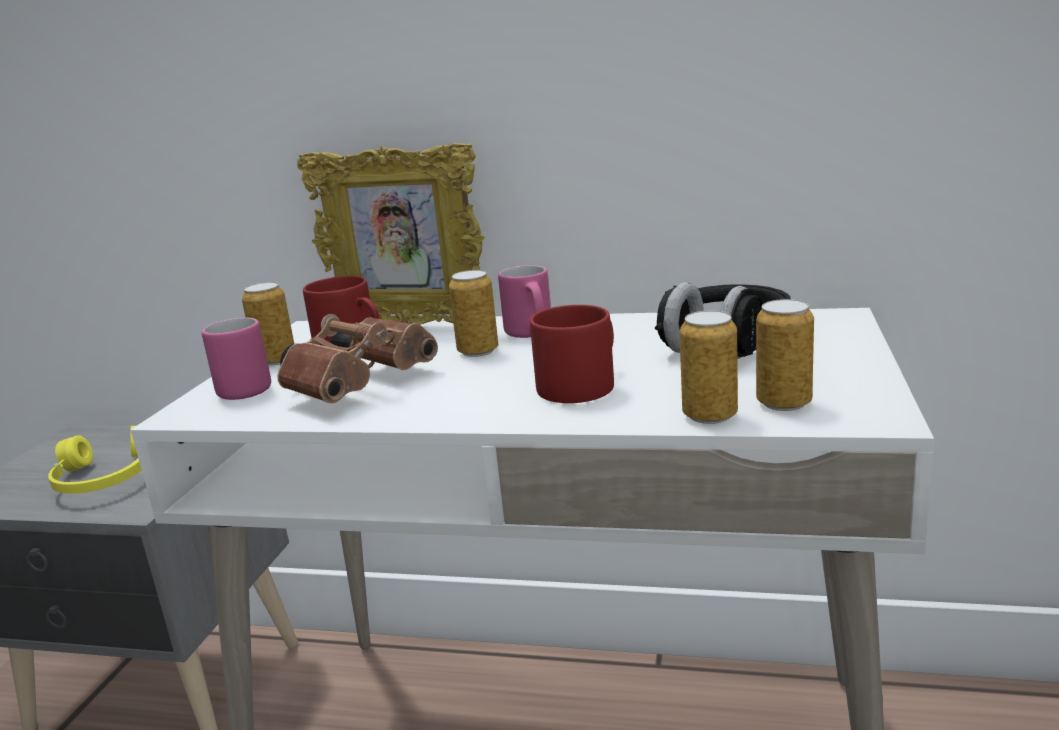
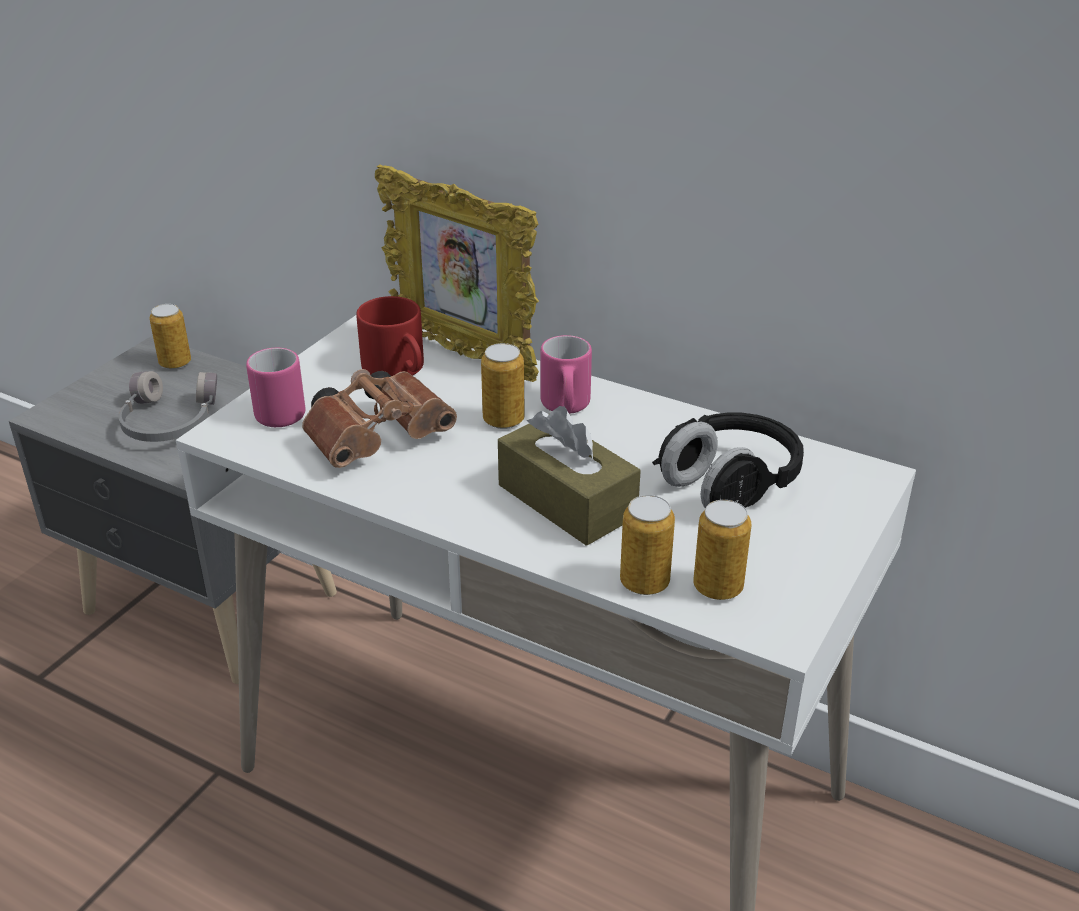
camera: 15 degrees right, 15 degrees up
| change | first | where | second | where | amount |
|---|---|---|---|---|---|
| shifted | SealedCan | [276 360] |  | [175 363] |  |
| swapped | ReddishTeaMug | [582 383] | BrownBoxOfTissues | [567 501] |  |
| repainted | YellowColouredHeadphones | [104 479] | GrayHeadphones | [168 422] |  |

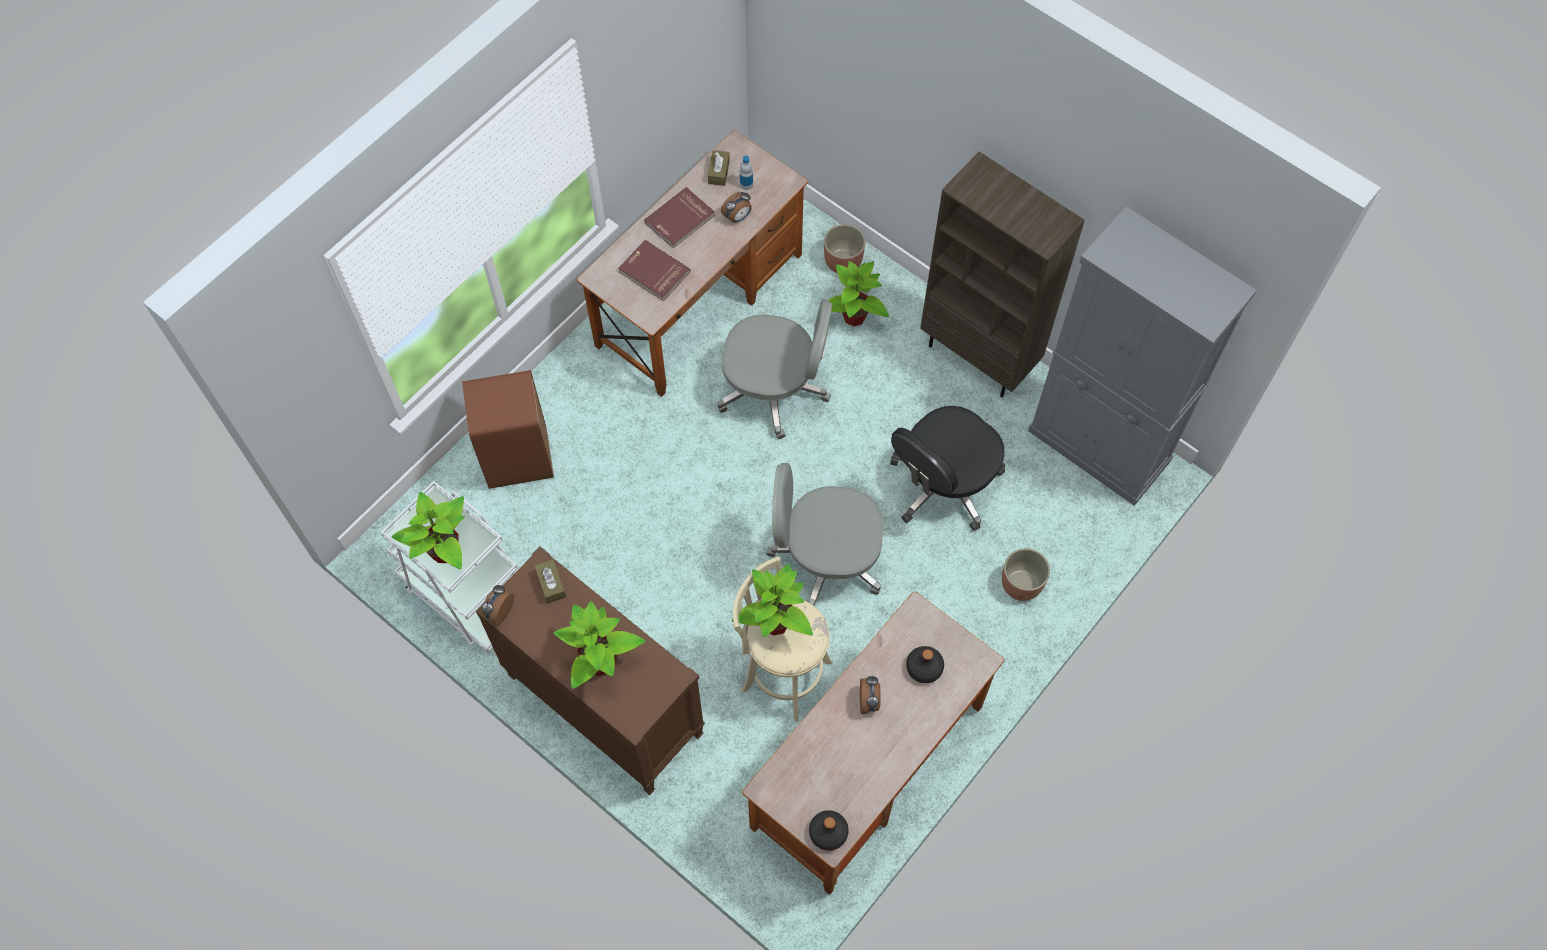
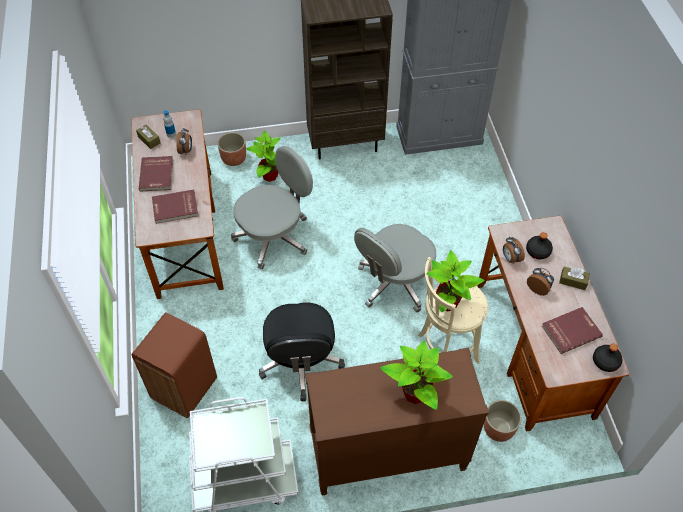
camera: 50 degrees left, 10 degrees down
| change | first | where | second | where | amount |
|---|---|---|---|---|---|
| gone | PlantInAPot | [444 552] |  |  |  |
| new |  |  | ReddishBoundBook | [570 331] |  |
| shifted | AlarmClock | [499 611] |  | [510 258] |  |
| shifted | BrownBoxOfTissues | [551 584] |  | [573 281] |  |
| shifted | BlackComputerChair | [943 485] |  | [301 362] |  |
| shifted | FlowerPot | [1021 584] |  | [498 429] |  |

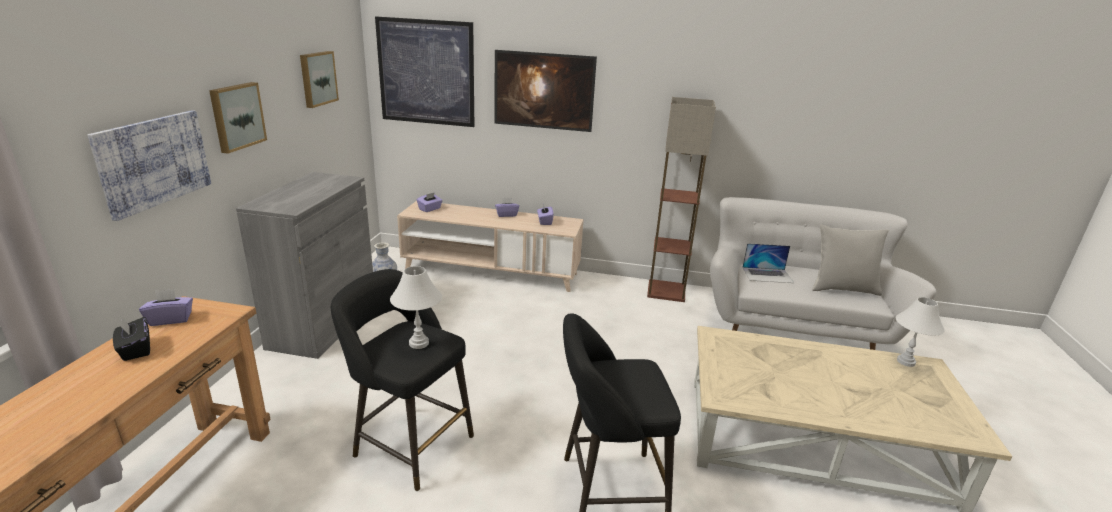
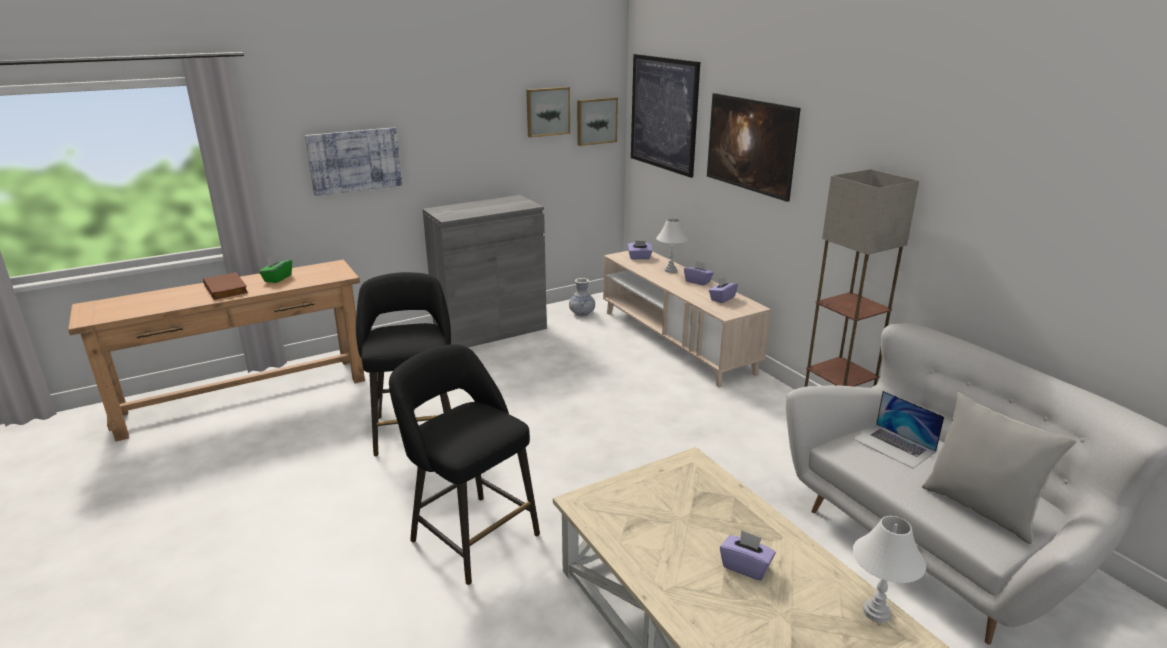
camera: 50 degrees right, 0 degrees up
| change | first | where | second | where | amount |
|---|---|---|---|---|---|
| new |  |  | BrownBoundBook | [227 289] |  |
| shifted | PurplishBoxOfTissues | [171 319] |  | [746 566] |  |
| shifted | WallArt | [236 116] |  | [596 121] |  |
| shifted | WhiteTableLamp | [419 343] |  | [670 270] |  |
| repainted | BlackBoxOfTissues | [135 350] | GreenishBoxOfTissues | [277 278] |  |

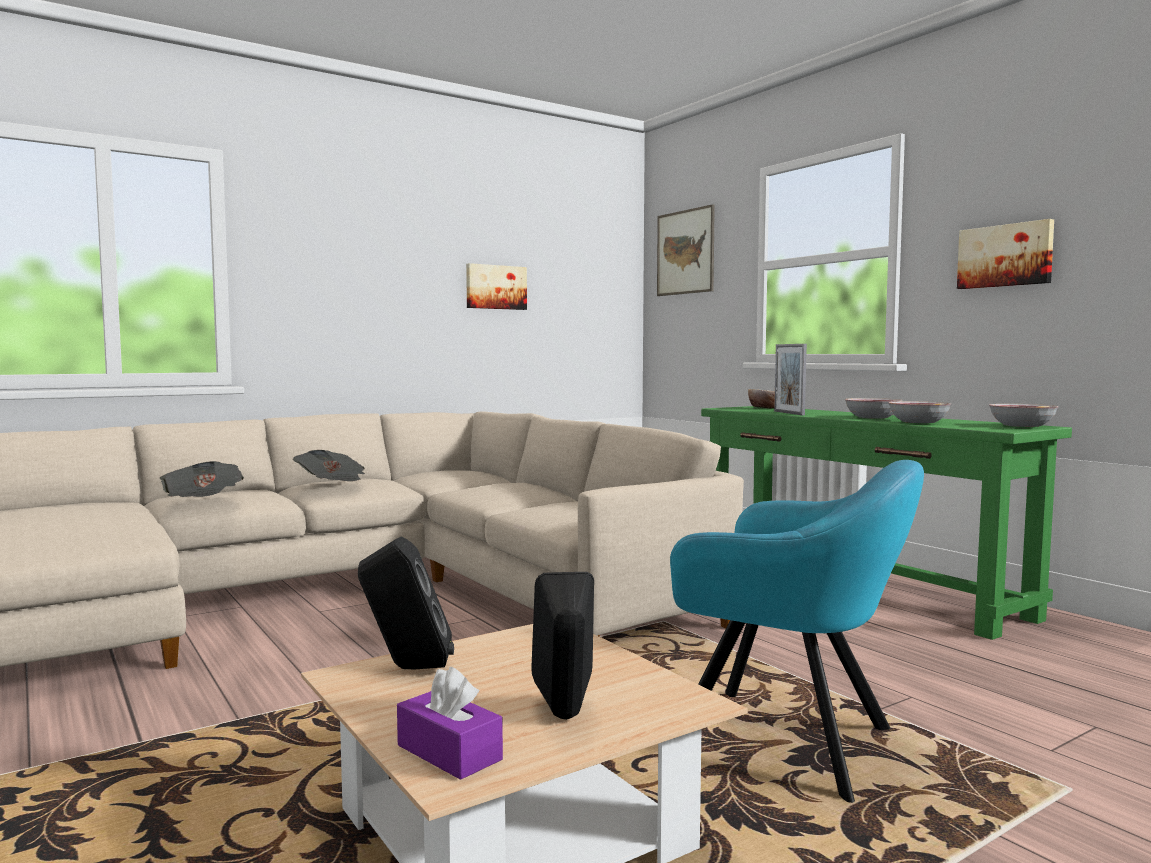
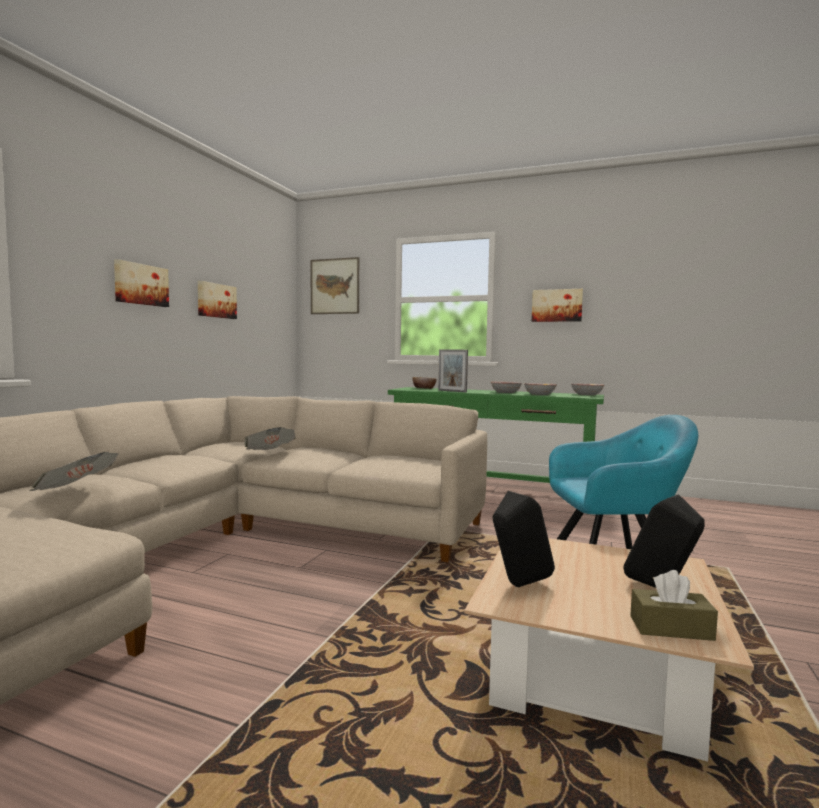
camera: 35 degrees left, 0 degrees up
| change | first | where | second | where | amount |
|---|---|---|---|---|---|
| new |  |  | WallArt | [140 284] |  |
| shifted | PrintedPaper | [333 486] |  | [270 454] |  |
| repainted | PurplishBoxOfTissues | [449 752] | BrownBoxOfTissues | [671 628] |  |

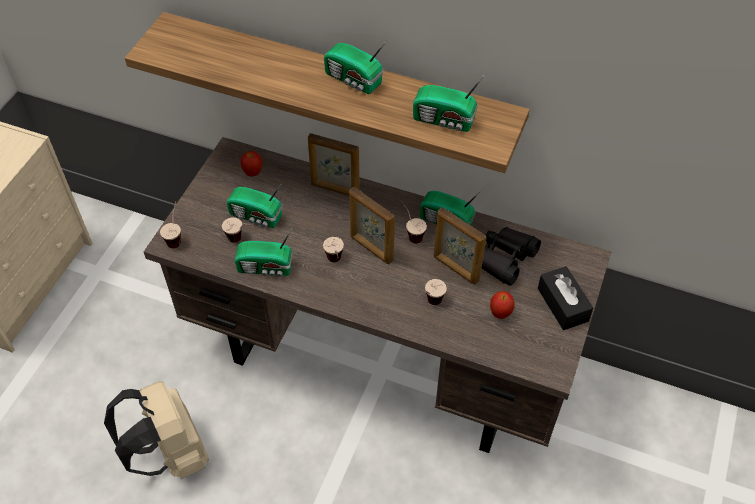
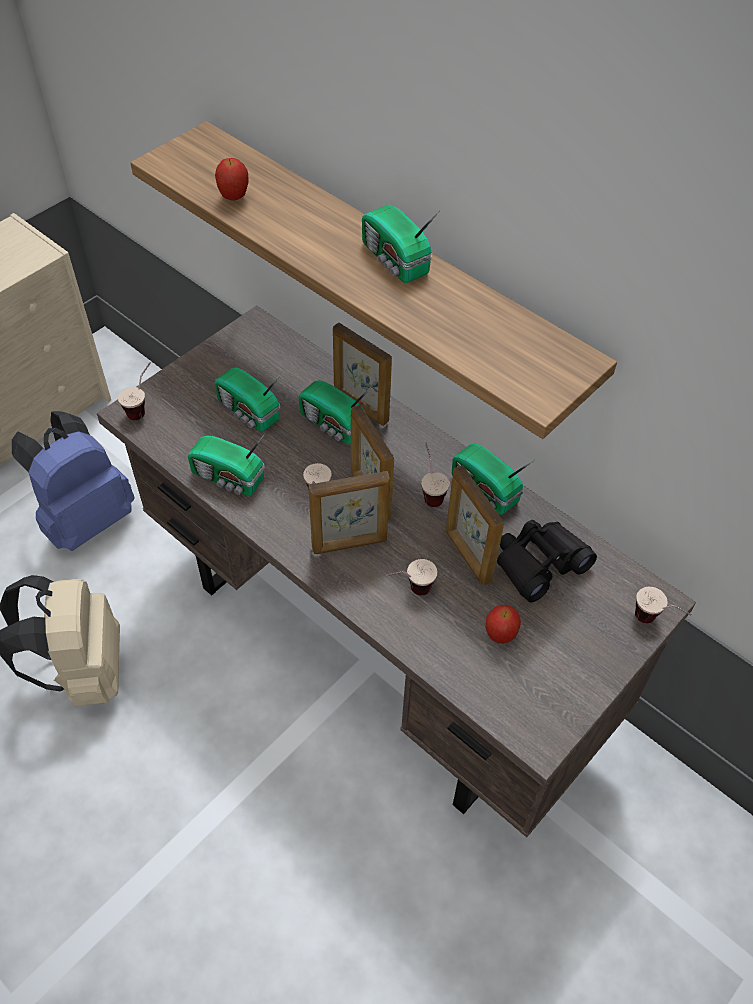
camera: 20 degrees right, 0 degrees up
| change | first | where | second | where | amount |
|---|---|---|---|---|---|
| gone | BlackBoxOfTissues | [562 304] |  |  |  |
| new |  |  | BlueColouredBackpack | [86 519] |  |
| new |  |  | PhotoFrame | [350 544] |  |
| shifted | Cup | [241 240] |  | [655 623] |  |
| shifted | WholeApple | [253 173] |  | [234 197] |  |
| shifted | RadioSet | [445 120] |  | [333 425] |  |

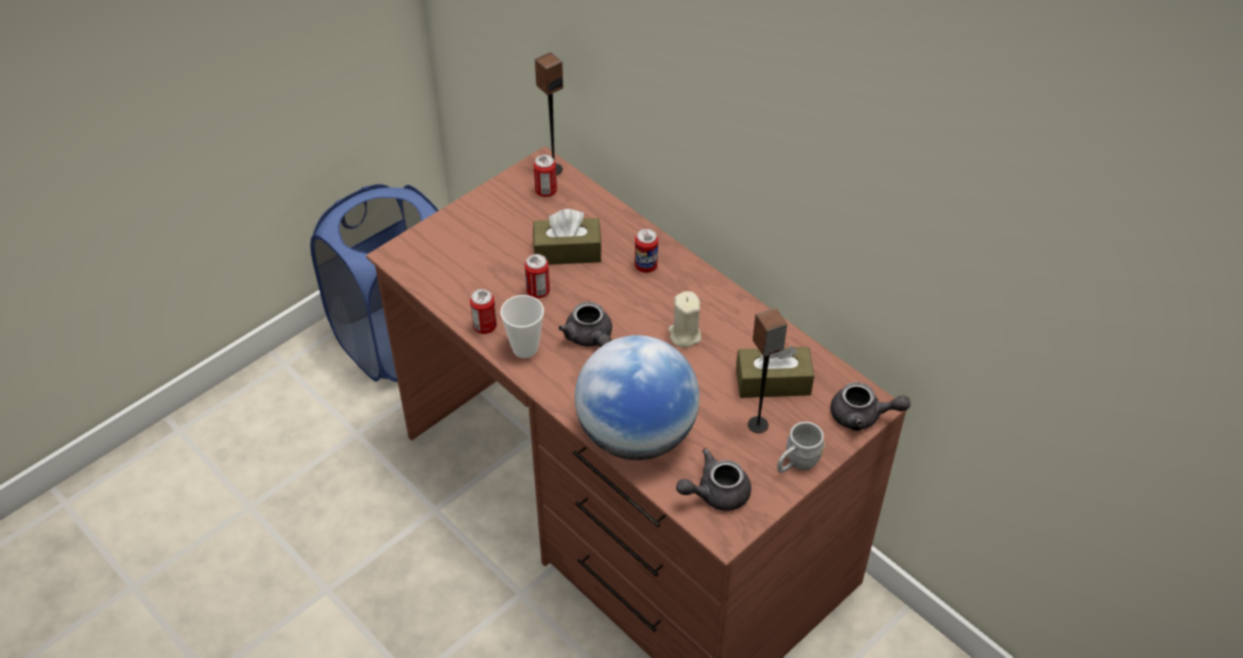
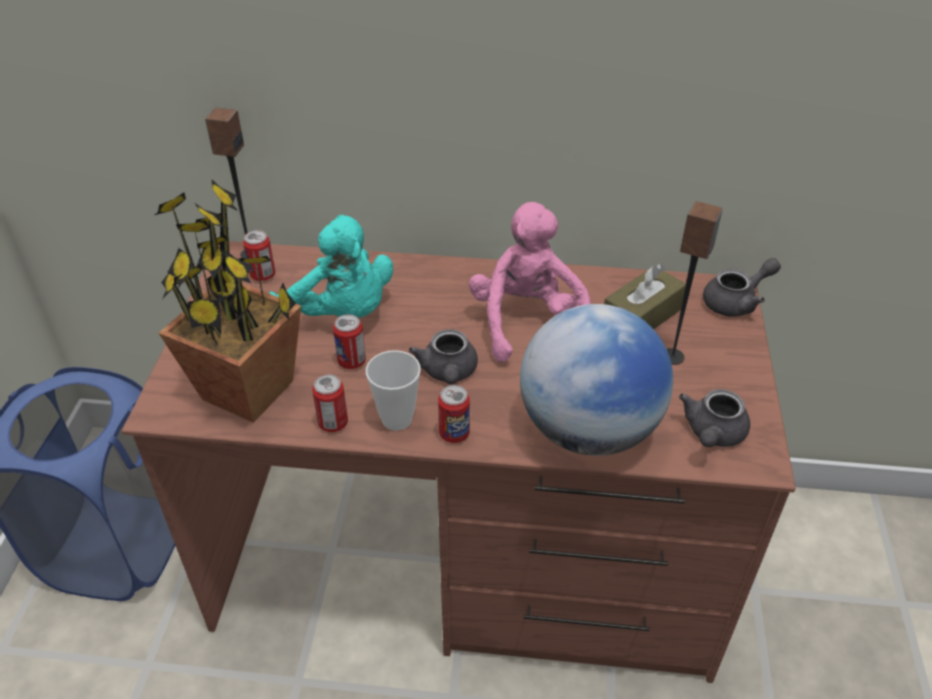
camera: 40 degrees left, 5 degrees down
| change | first | where | second | where | amount |
|---|---|---|---|---|---|
| gone | GrayTeaMug | [796 463] |  |  |  |
| new |  |  | PlantInAPot | [249 390] |  |
| shifted | SealedCan | [646 266] |  | [454 434] |  |
| swapped | BrownBoxOfTissues | [567 251] | TurquoisePlushToy | [341 313] |  |
| swapped | SandColouredWaxLight | [684 335] | PinkColouredPlushToy | [527 322] |  |
| rotated | GrayPotForTea | [590 338] |  | [448 373] | 60 degrees clockwise |

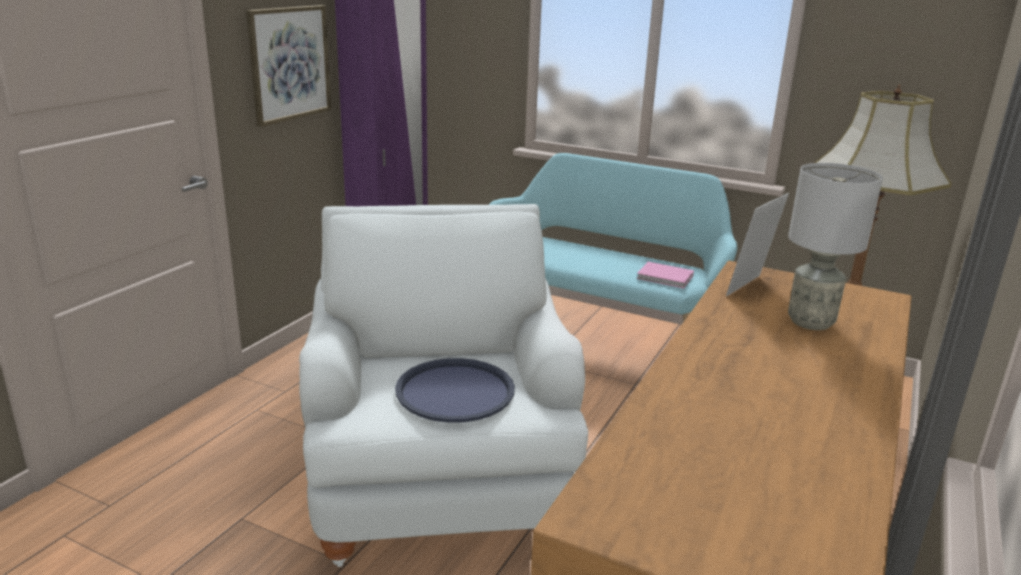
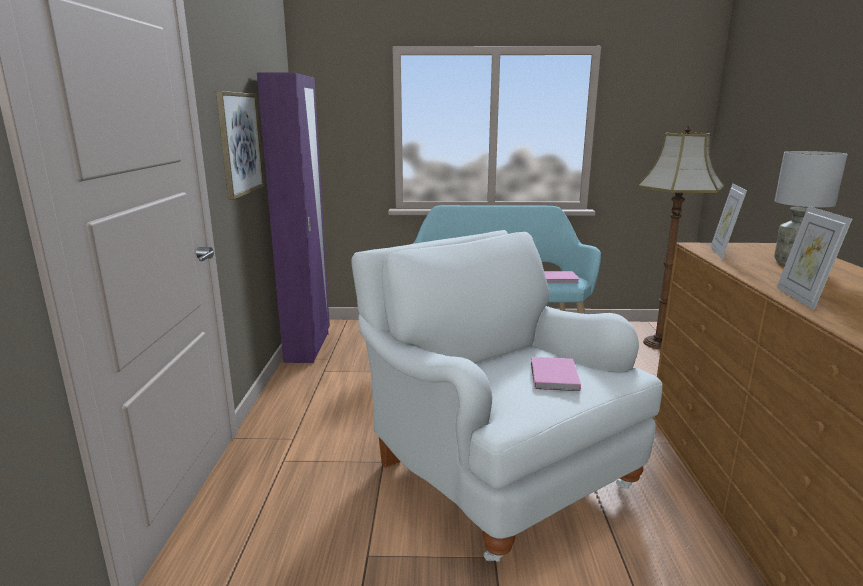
camera: 25 degrees left, 5 degrees down
| change | first | where | second | where | amount |
|---|---|---|---|---|---|
| new |  |  | PhotoFrame | [801 298] |  |
| swapped | BlueColouredTray | [455 391] | PinkColouredBoundBook | [553 377] |  |

